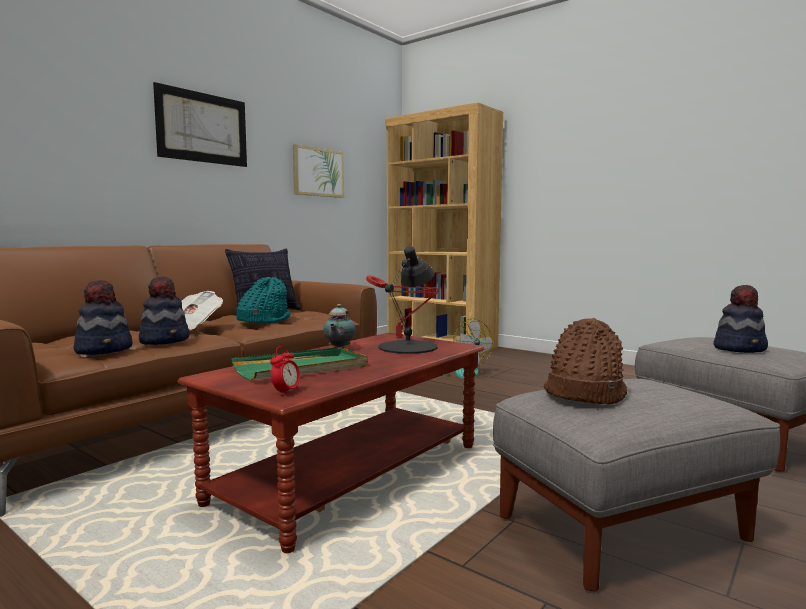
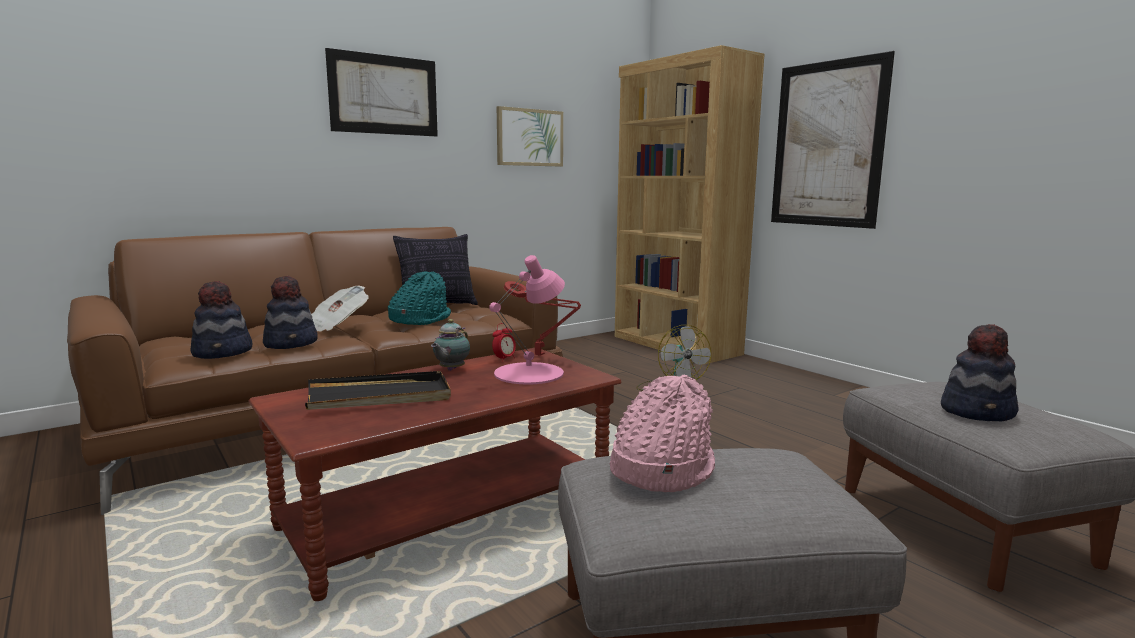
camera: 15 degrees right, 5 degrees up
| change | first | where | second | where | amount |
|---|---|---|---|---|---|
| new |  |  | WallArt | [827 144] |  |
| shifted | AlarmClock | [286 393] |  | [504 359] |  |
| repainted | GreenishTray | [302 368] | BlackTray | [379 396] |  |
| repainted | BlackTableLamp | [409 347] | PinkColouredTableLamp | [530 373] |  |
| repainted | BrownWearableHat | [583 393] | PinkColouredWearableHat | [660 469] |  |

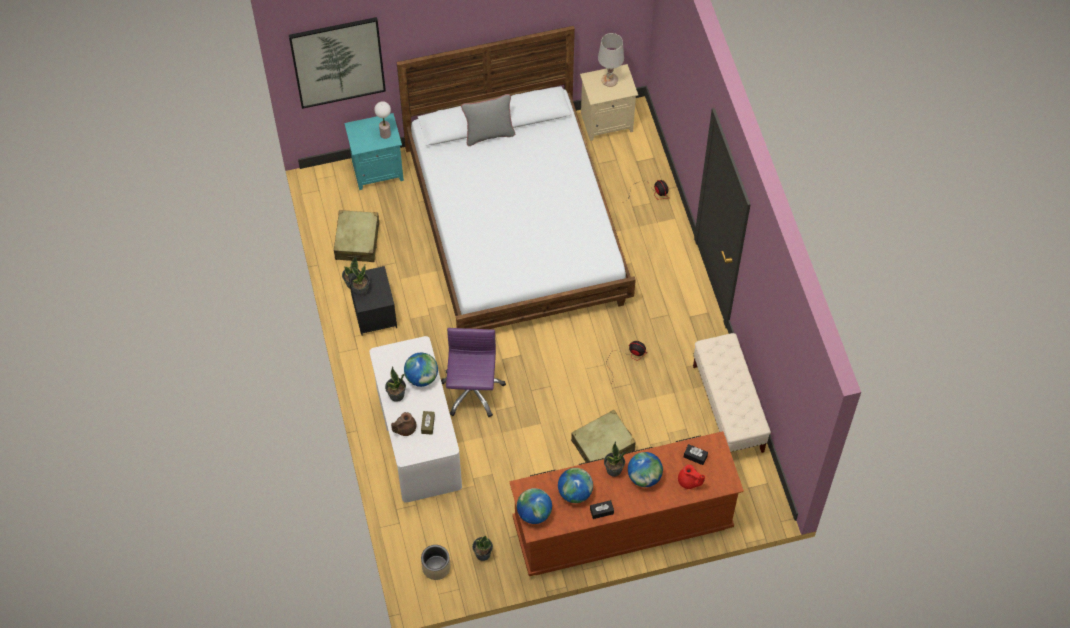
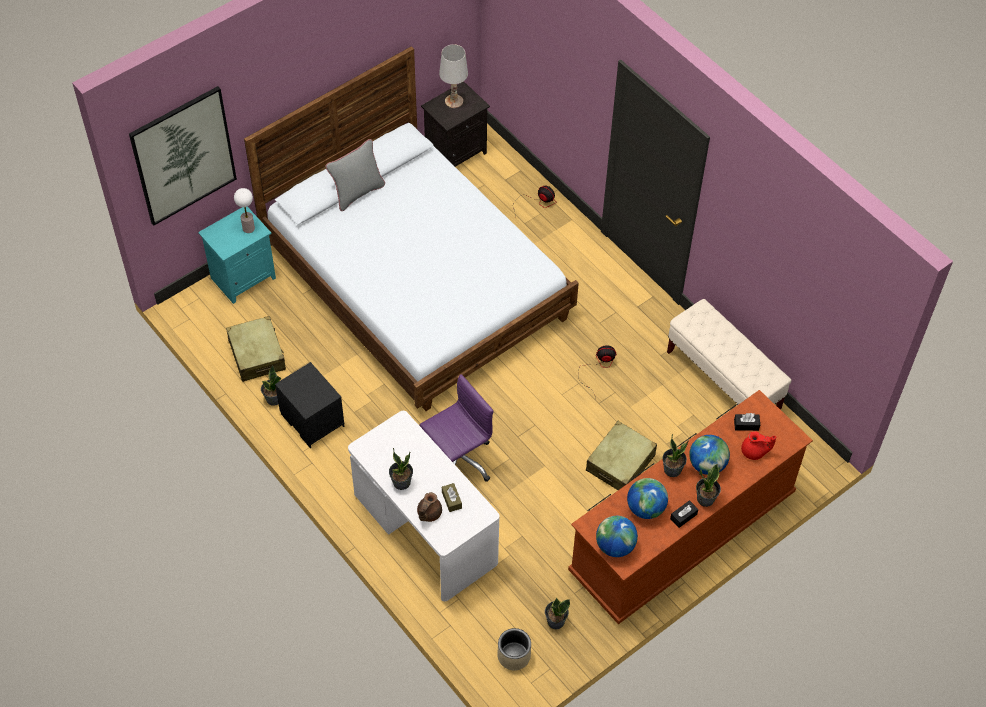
camera: 25 degrees left, 5 degrees down
| change | first | where | second | where | amount |
|---|---|---|---|---|---|
| gone | WorldGlobe | [422 377] |  |  |  |
| shifted | PlantInAPot | [361 290] |  | [706 499] |  |
| repainted | SandColouredNightTable | [607 121] | BlackNightTable | [456 152] |  |
| rotated | PurplishComputerChair | [472 391] |  | [457 461] | 75 degrees clockwise |

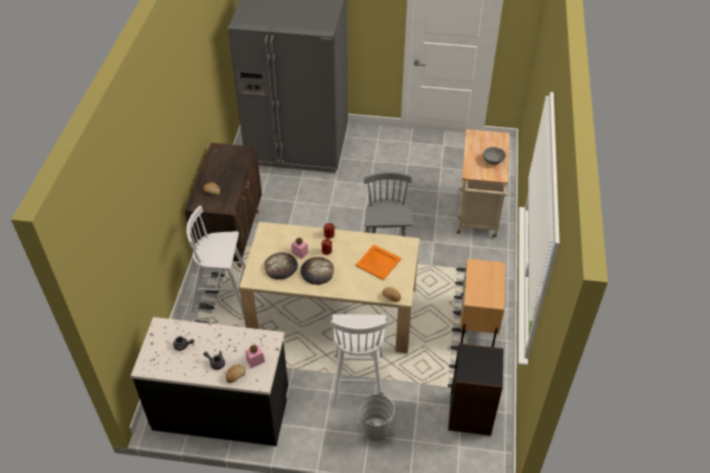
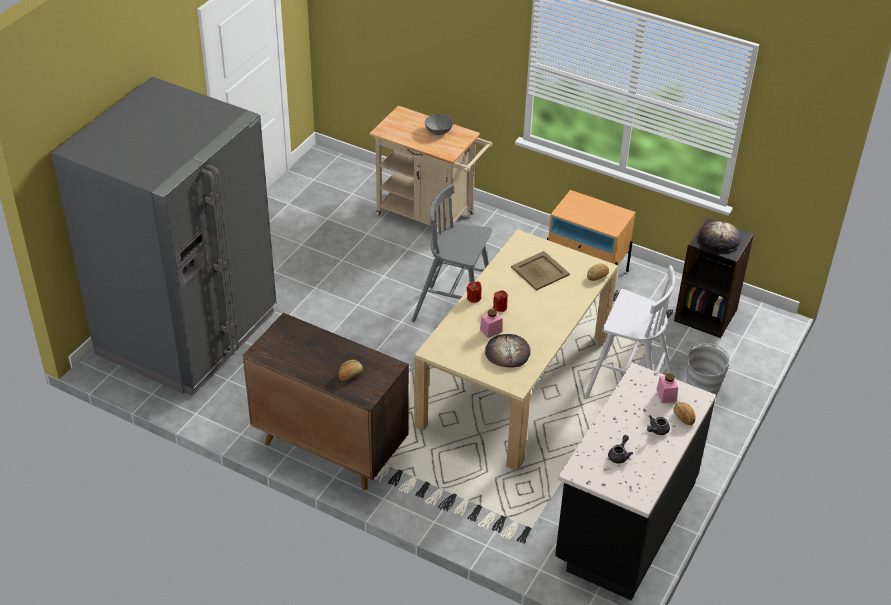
camera: 70 degrees left, 5 degrees down
| change | first | where | second | where | amount |
|---|---|---|---|---|---|
| gone | WhiteSittingStool | [223 296] |  |  |  |
| shifted | BakeryBread | [317 272] |  | [719 238] |  |
| repainted | OrangeyTray | [378 262] | SandColouredTray | [539 271] |  |

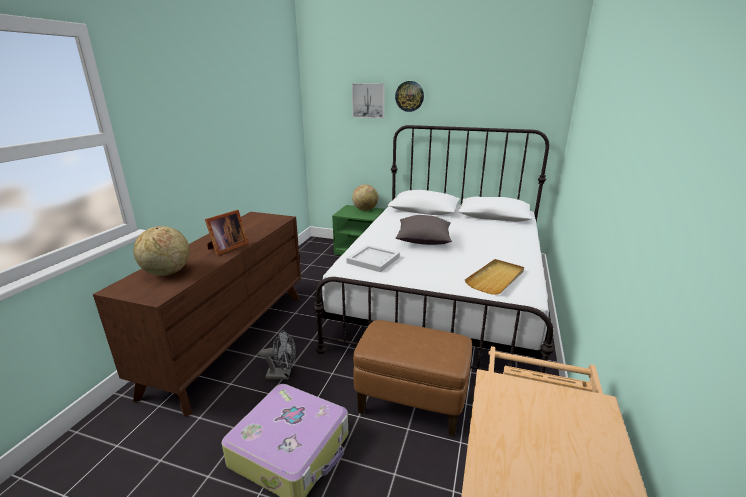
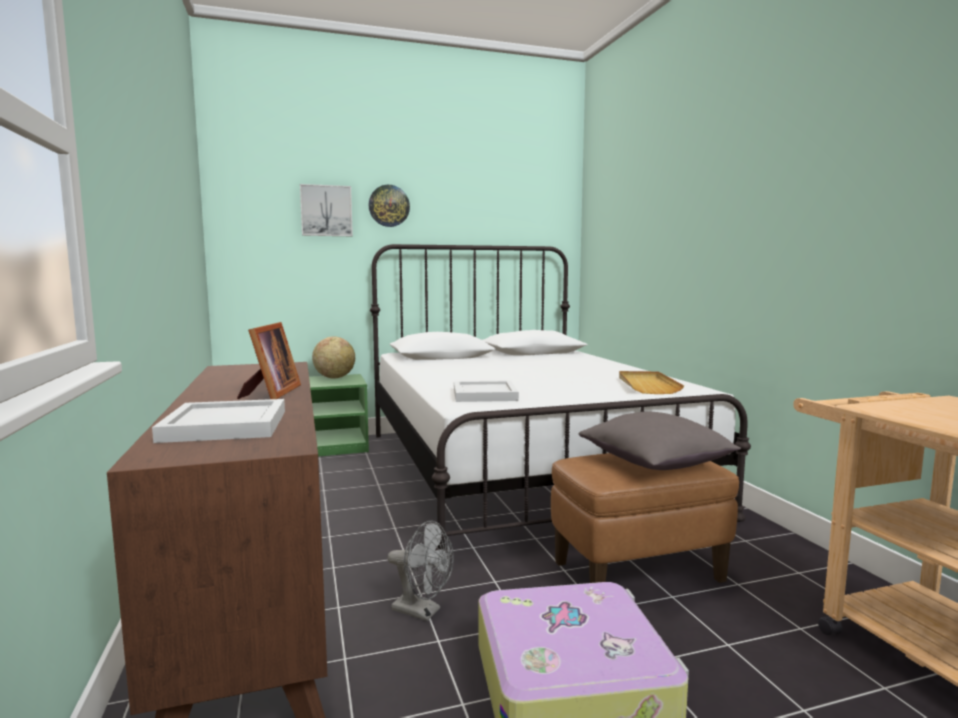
camera: 35 degrees left, 15 degrees down
| change | first | where | second | where | amount |
|---|---|---|---|---|---|
| shifted | GrayCushion | [423 241] |  | [655 464] |  |
| swapped | WorldGlobe | [167 272] | WhiteTray | [223 426] |  |
| rotated | GrayCoolingFan | [282 375] |  | [422 611] | 60 degrees clockwise |

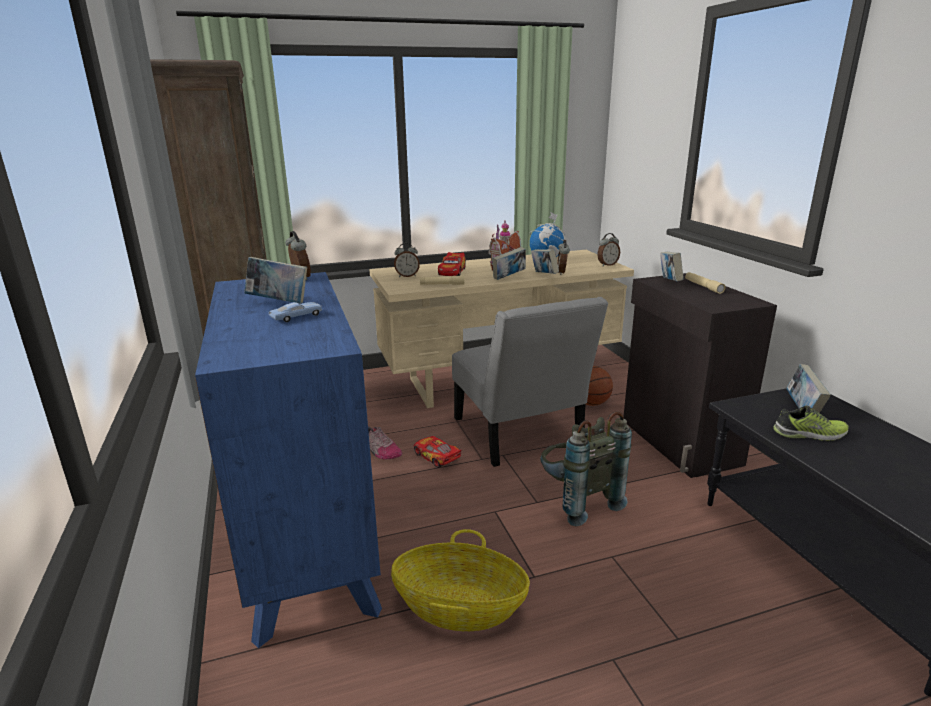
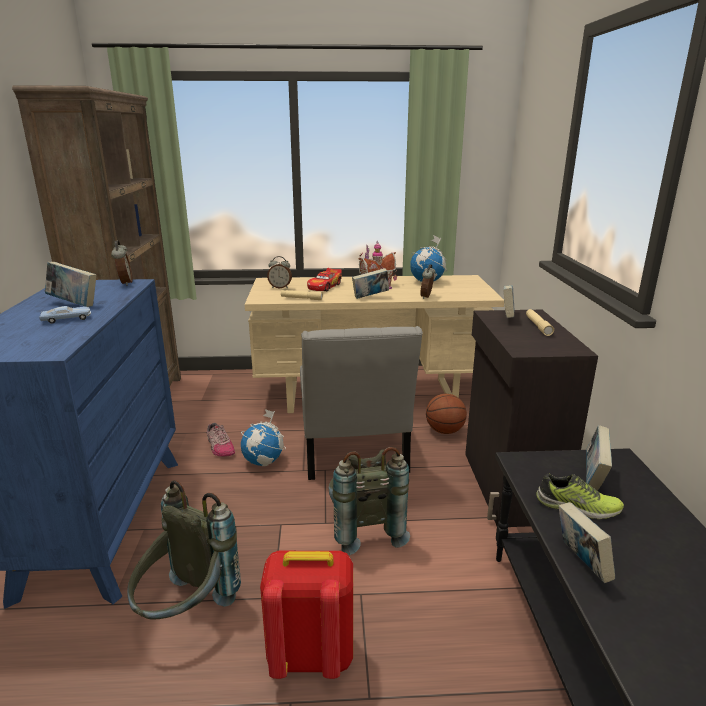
camera: 15 degrees right, 0 degrees up
| change | first | where | second | where | amount |
|---|---|---|---|---|---|
| gone | AlarmClock | [607 265] |  |  |  |
| new |  |  | ReddishBackpack | [310 654] |  |
| shifted | BoundBook | [544 275] |  | [580 563] |  |
| swapped | HouseholdBasket | [459 607] | GrayBackpack | [186 612] |  |
| swapped | ModelCar | [436 457] | WorldGlobe | [264 461] |  |

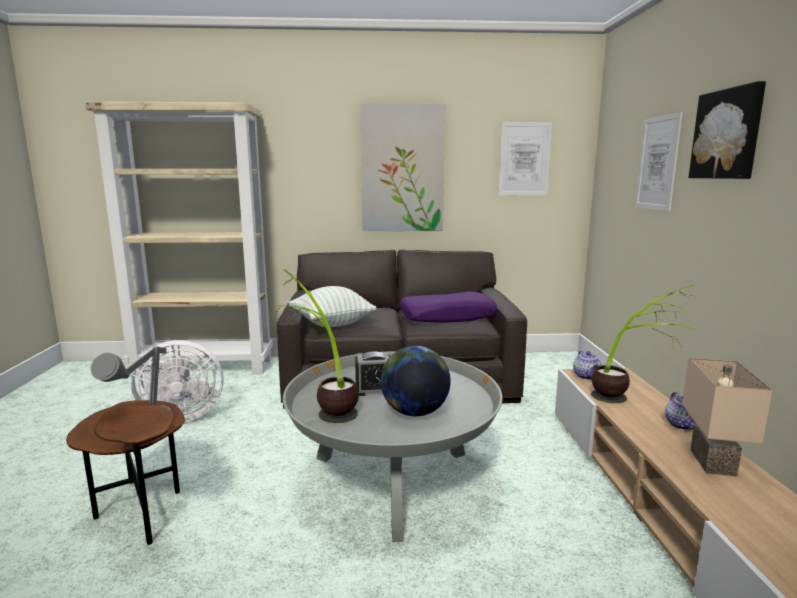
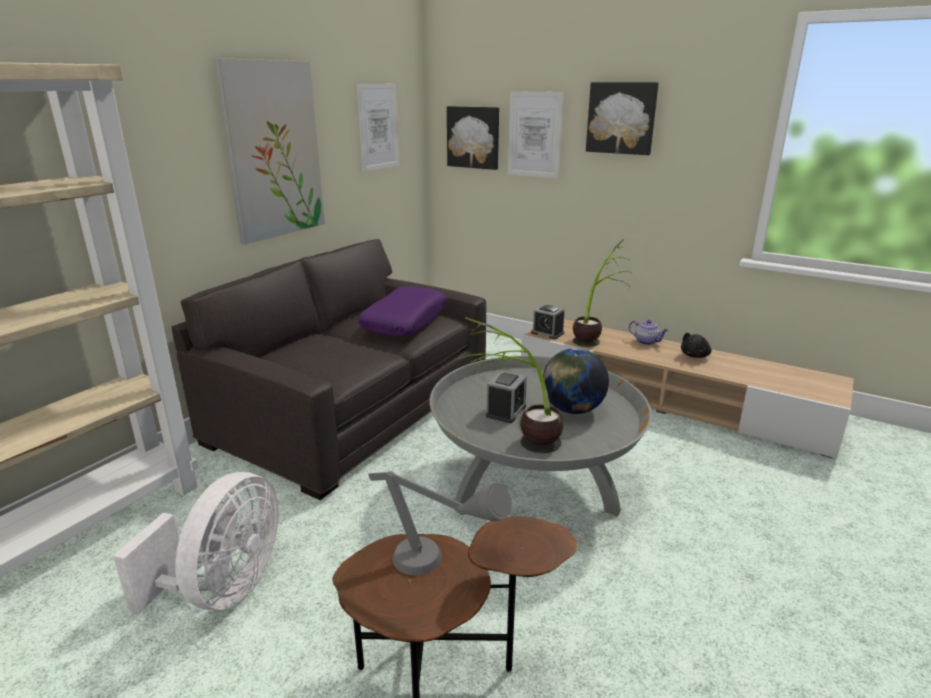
camera: 55 degrees left, 10 degrees up
| change | first | where | second | where | amount |
|---|---|---|---|---|---|
| gone | Cushion | [332 324] |  |  |  |
| new |  |  | WallArt | [473 137] |  |
| swapped | PotForTea | [587 376] | AlarmClock | [547 333] |  |
| swapped | SandColouredTableLamp | [715 463] | BlackPlushToy | [695 355] |  |

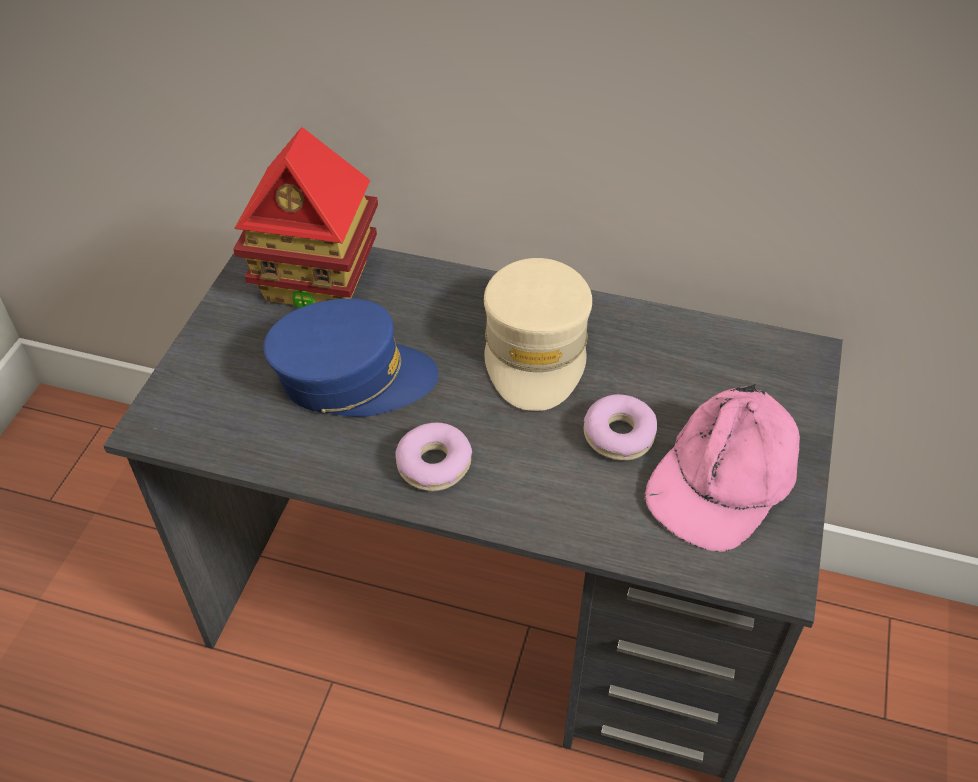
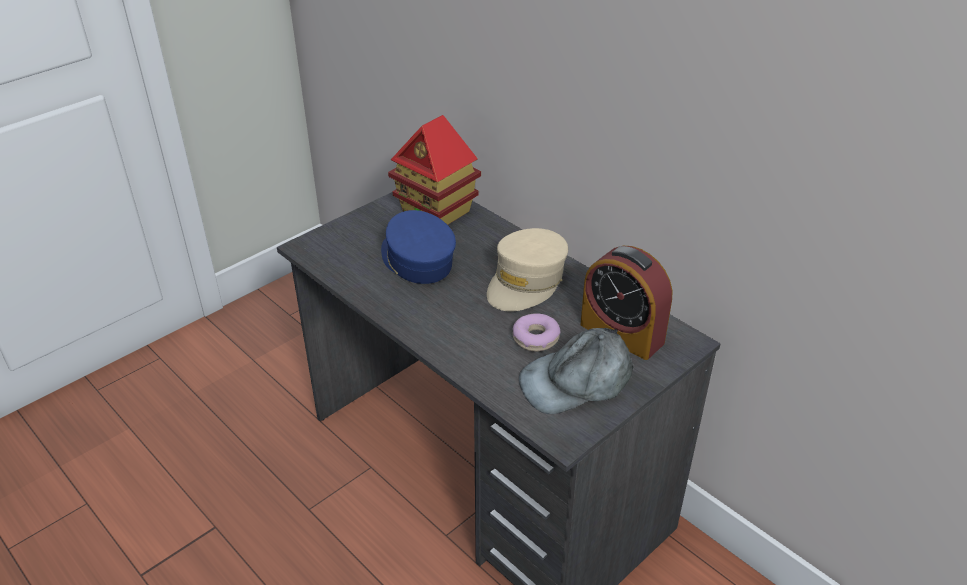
camera: 30 degrees right, 10 degrees down
| change | first | where | second | where | amount |
|---|---|---|---|---|---|
| gone | RingDoughnut | [434 464] |  |  |  |
| new |  |  | AlarmClock | [622 333] |  |
| repainted | PinkColouredBaseballCap | [723 478] | GrayBaseballCap | [577 381] |  |
| rotated | BlueColouredBaseballCap | [352 377] |  | [417 260] | 150 degrees counterclockwise |

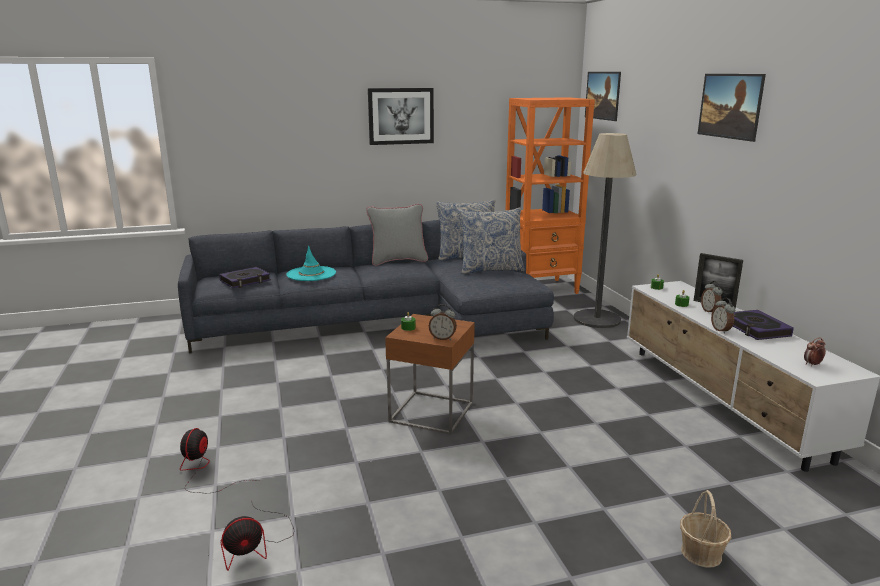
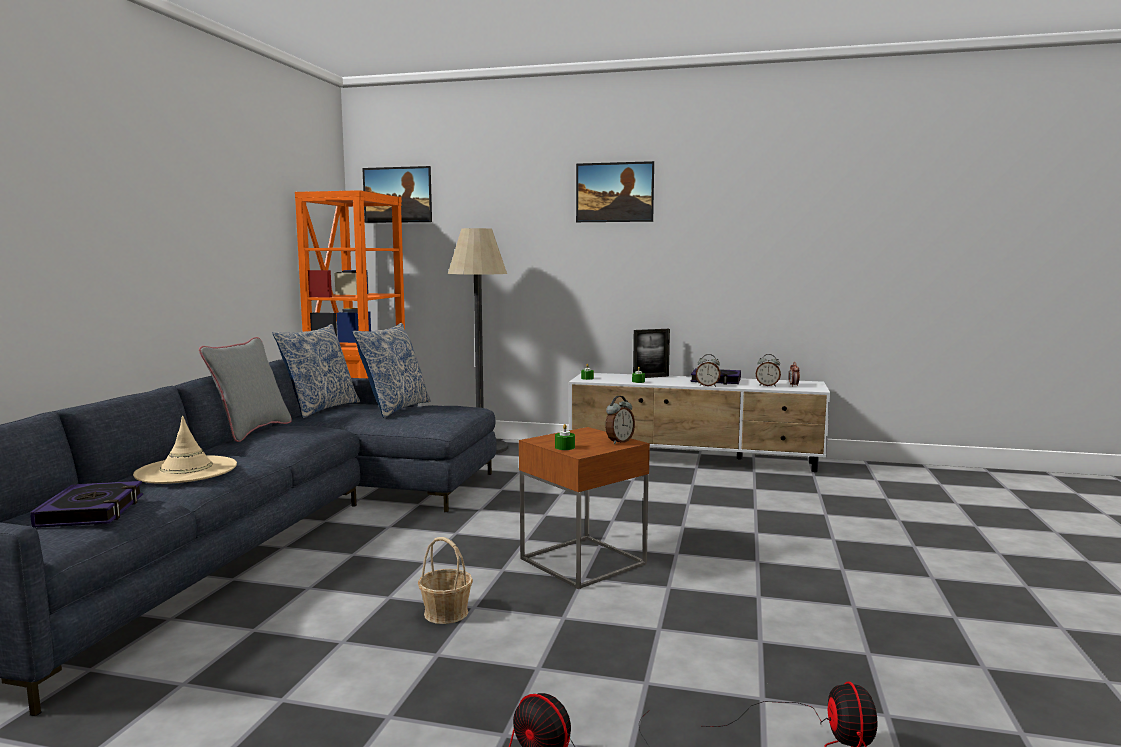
camera: 60 degrees left, 10 degrees down
| change | first | where | second | where | amount |
|---|---|---|---|---|---|
| gone | WallArt | [401 116] |  |  |  |
| shifted | HouseholdBasket | [701 553] |  | [446 613] |  |
| shifted | AlarmClock | [710 311] |  | [767 385] |  |
| repainted | TurquoiseWearableHat | [311 274] | SandColouredWearableHat | [186 470] |  |

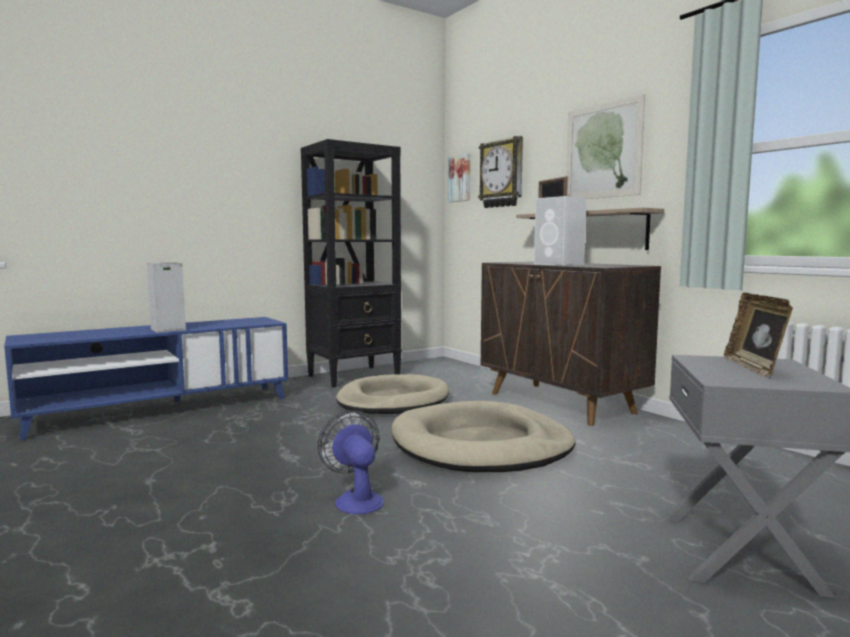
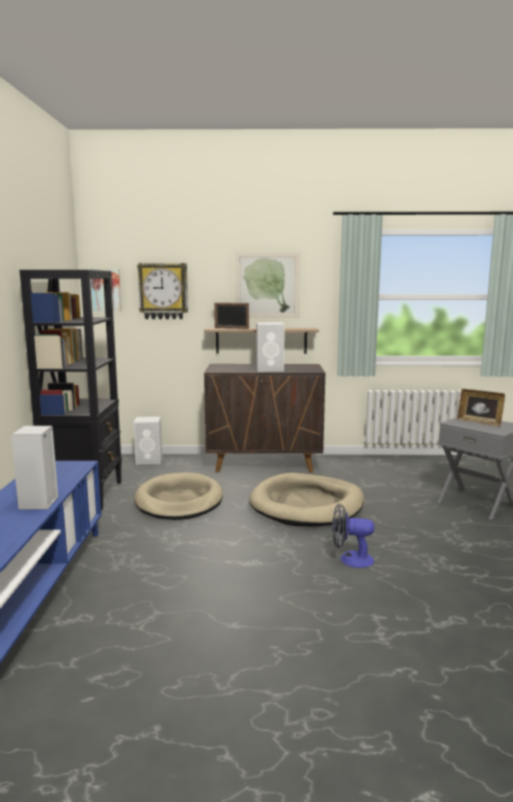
camera: 55 degrees left, 5 degrees up
| change | first | where | second | where | amount |
|---|---|---|---|---|---|
| new |  |  | WhiteAudioSpeaker | [150 460] |  |

